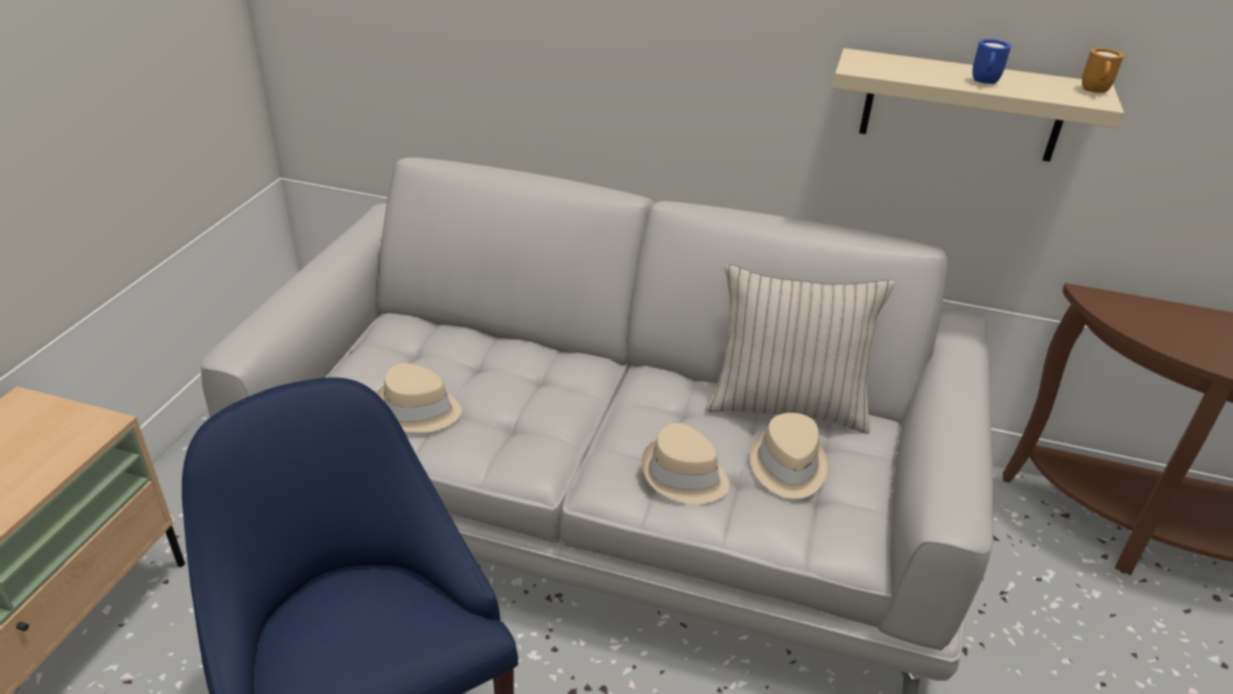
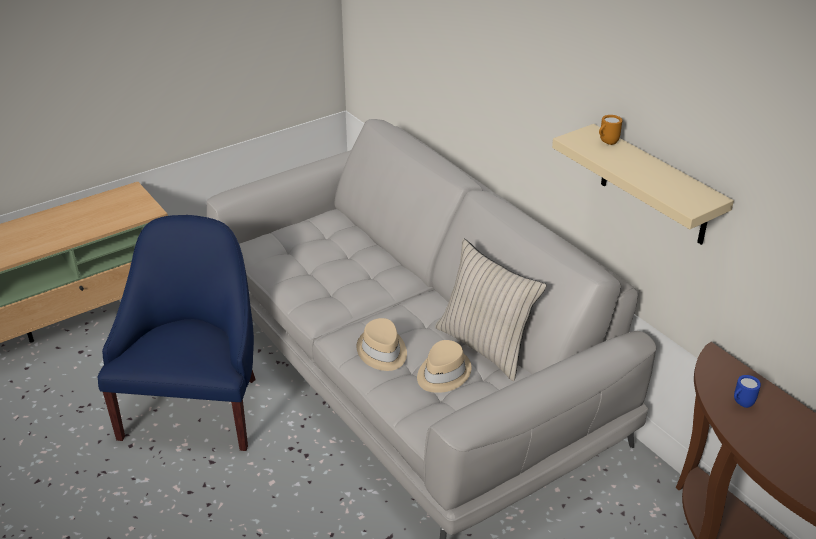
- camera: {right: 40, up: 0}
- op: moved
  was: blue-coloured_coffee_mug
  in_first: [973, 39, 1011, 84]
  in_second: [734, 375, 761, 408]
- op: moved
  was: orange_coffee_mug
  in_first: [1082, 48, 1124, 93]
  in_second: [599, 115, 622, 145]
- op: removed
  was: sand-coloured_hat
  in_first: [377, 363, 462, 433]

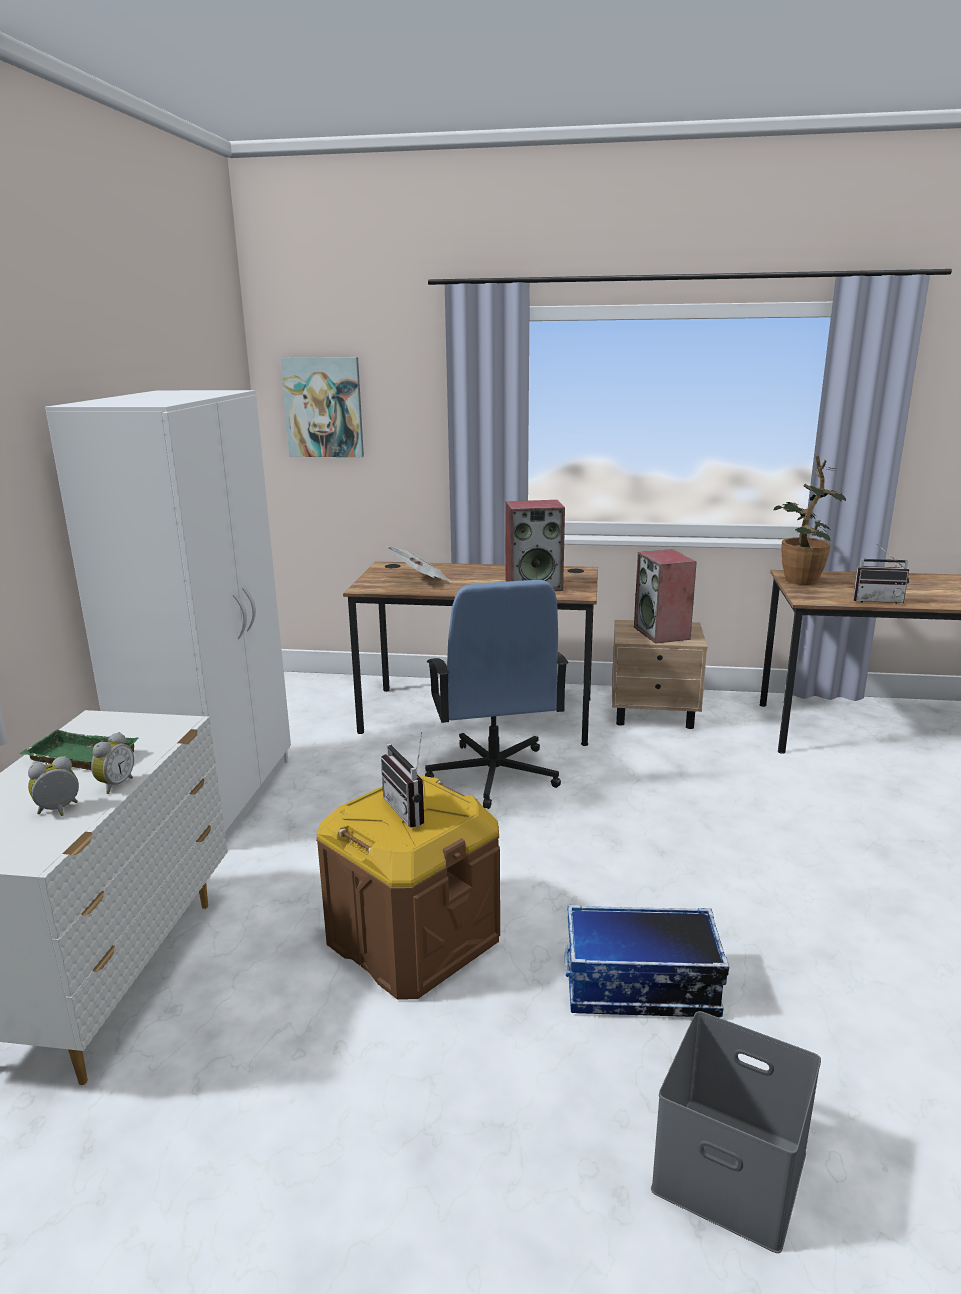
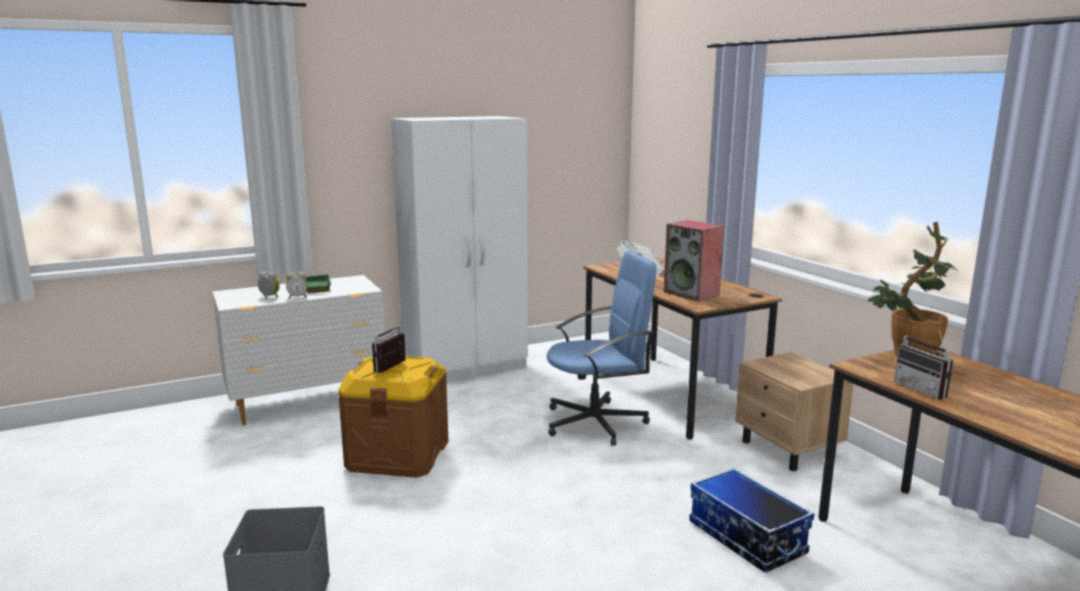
- camera: {right: 55, up: -5}
- op: removed
  was: wall_art
  in_first: [280, 357, 364, 457]
- op: removed
  was: speaker
  in_first: [634, 549, 697, 644]
- op: turned
  was: blue-coloured_office_chair
  in_first: [425, 580, 569, 809]
  in_second: [547, 250, 656, 446]
  clockwise: -150
- op: moved
  was: storage_bin
  in_first: [565, 905, 729, 1018]
  in_second: [689, 468, 815, 573]

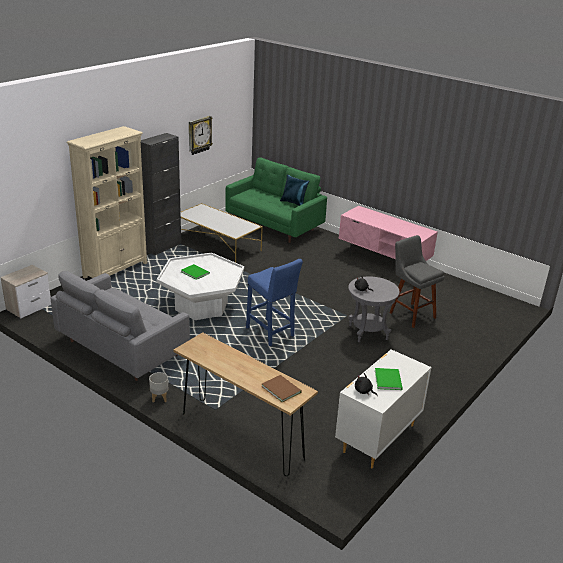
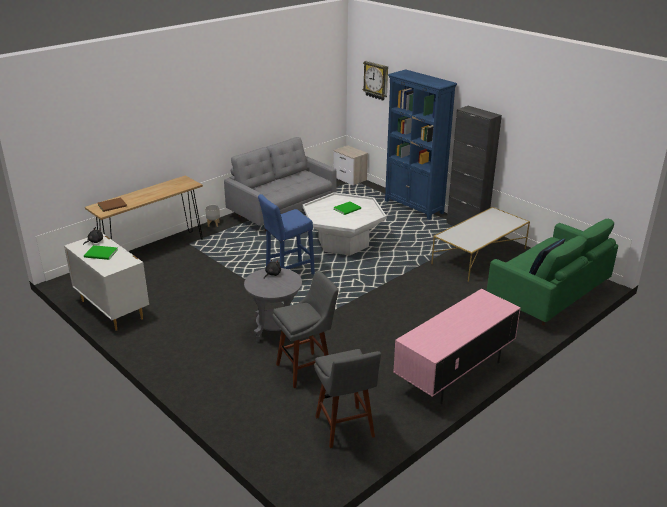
- camera: {right: 100, up: 0}
- op: moved
  was: hanging_clock
  in_first: [189, 116, 213, 155]
  in_second: [363, 61, 388, 101]
- op: recoloured
  was: sand-coloured_bookcase
  now: blue-coloured_bookcase
  in_first: [67, 126, 147, 278]
  in_second: [385, 69, 457, 220]
- op: added
  now: grey_sitting_stool
  in_second: [314, 349, 381, 448]

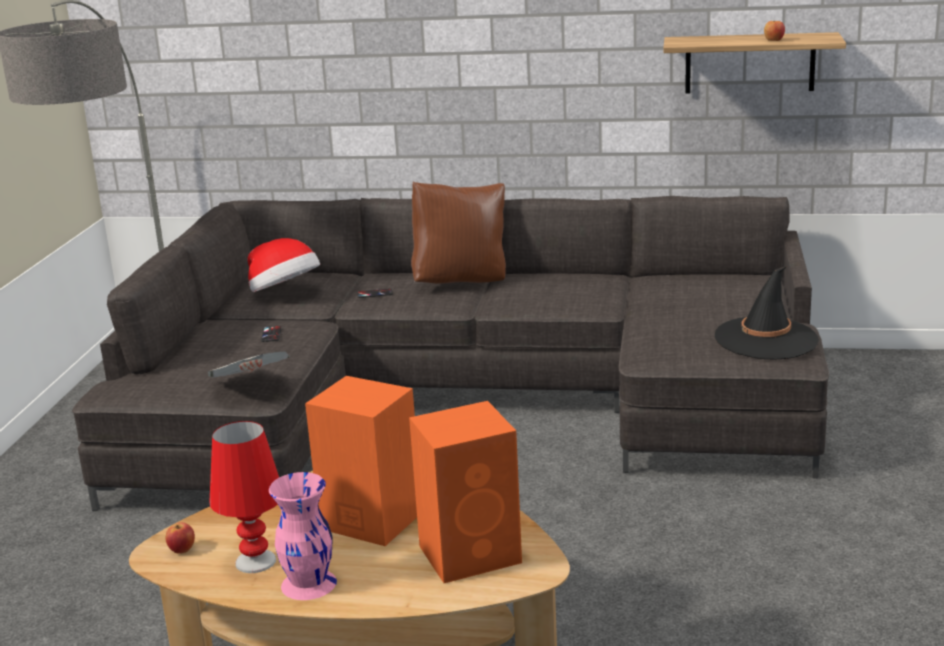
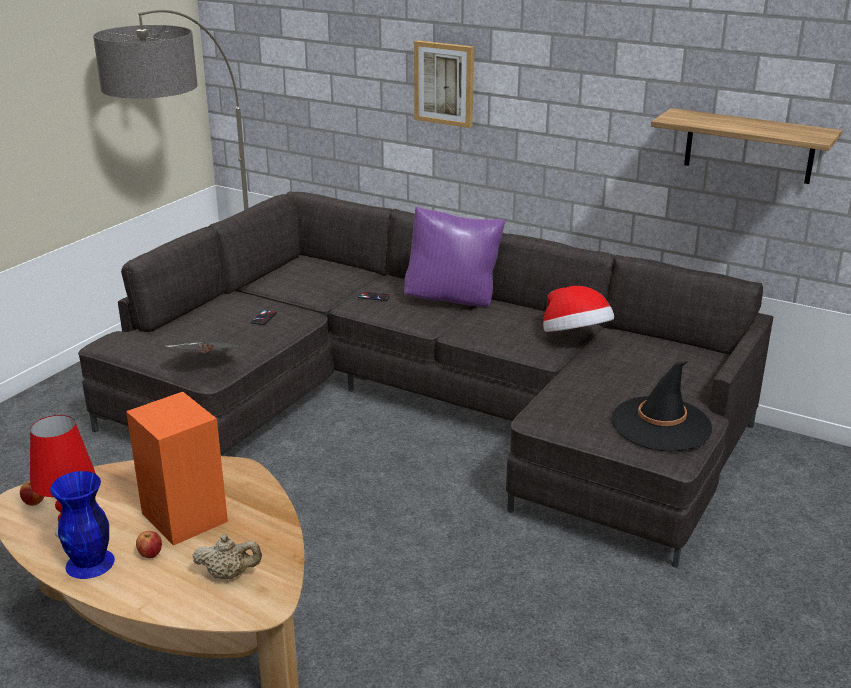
- camera: {right: 20, up: 5}
- op: moved
  was: apple
  in_first: [764, 21, 785, 41]
  in_second: [136, 531, 162, 558]
- op: recoloured
  was: brown-coloured_throw_pillow
  now: purple_throw_pillow
  in_first: [411, 182, 506, 284]
  in_second: [404, 207, 506, 307]
- op: moved
  was: hat
  in_first: [248, 238, 320, 292]
  in_second: [543, 286, 614, 332]
- op: replaced
  was: orange_speaker
  now: sand-coloured_teapot
  in_first: [409, 401, 522, 583]
  in_second: [193, 535, 262, 579]
- op: recoloured
  was: pinkish_decorative_vase
  now: blue-coloured_decorative_vase
  in_first: [269, 472, 337, 600]
  in_second: [50, 471, 115, 579]
- op: added
  now: wall_art
  in_second: [414, 40, 474, 128]

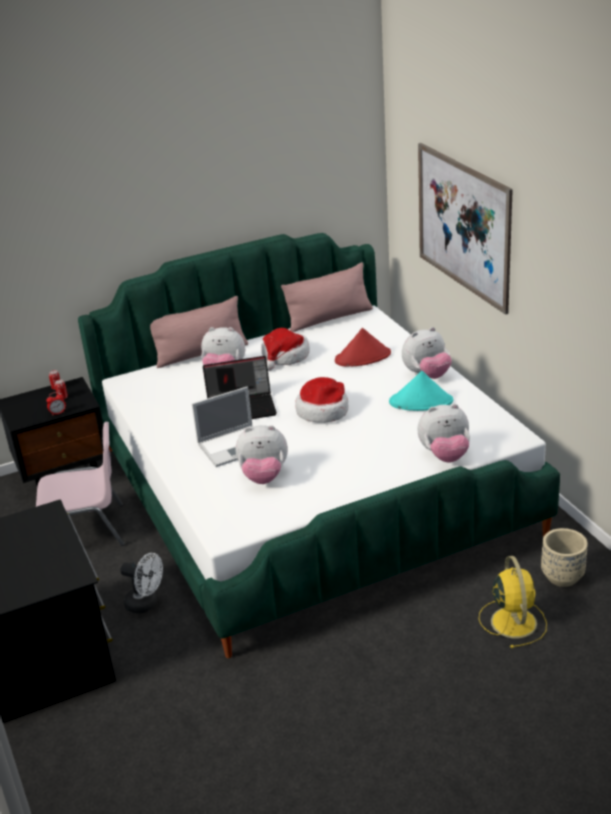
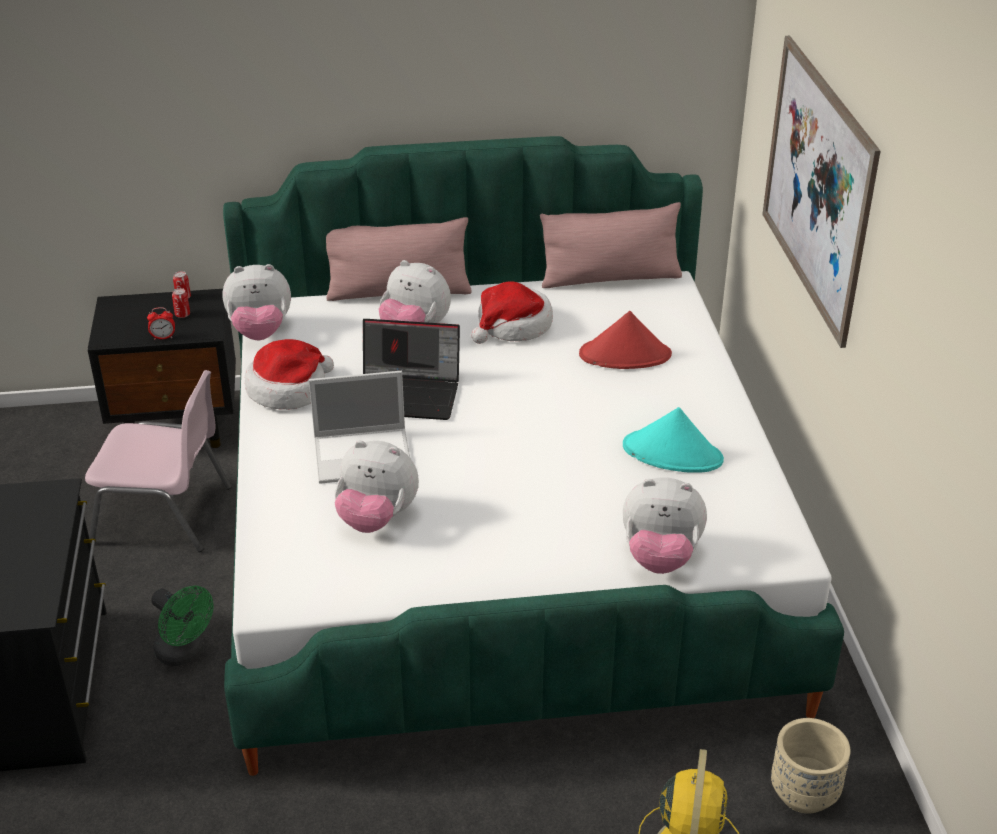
- camera: {right: 15, up: 5}
- op: moved
  was: plush_toy
  in_first: [402, 327, 452, 379]
  in_second: [222, 264, 291, 340]
- op: moved
  was: hat
  in_first: [295, 377, 348, 423]
  in_second: [245, 339, 334, 410]
- op: recoloured
  was: white_cooling_fan
  now: greenish_cooling_fan
  in_first: [121, 553, 163, 613]
  in_second: [151, 586, 214, 666]

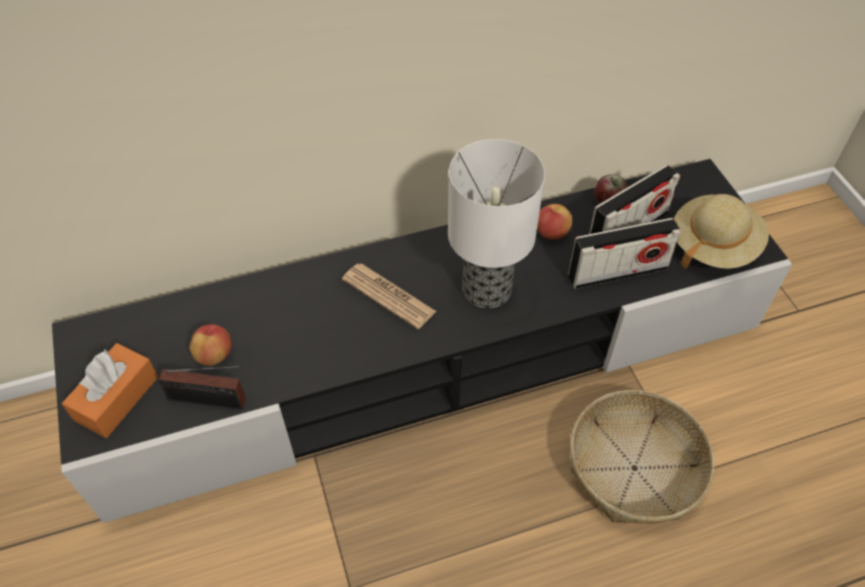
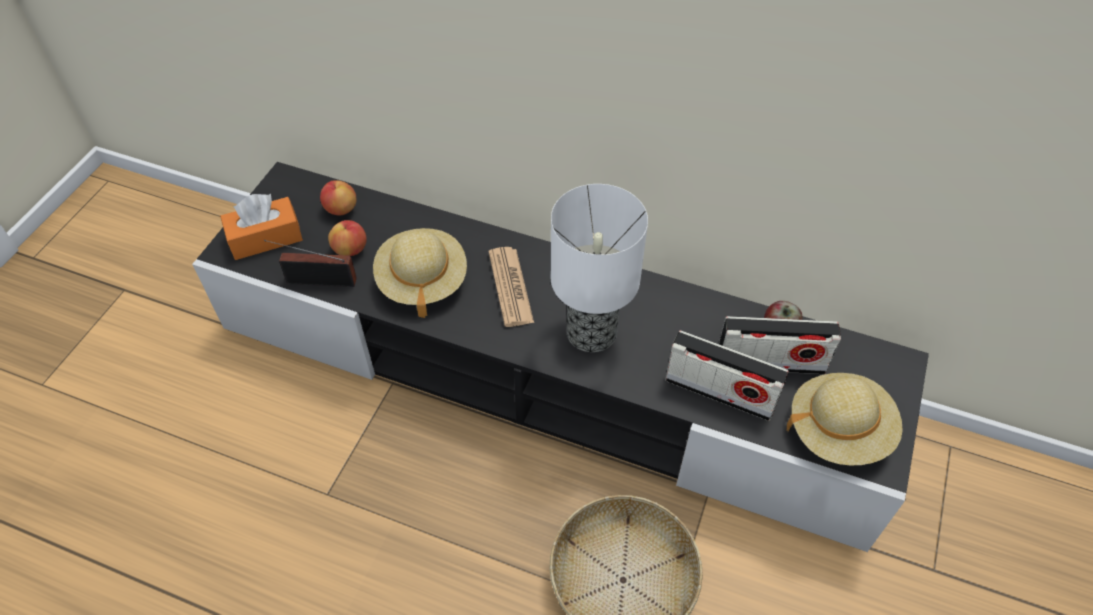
- camera: {right: 40, up: 0}
- op: moved
  was: apple
  in_first: [537, 204, 572, 240]
  in_second: [320, 180, 356, 216]
- op: turned
  was: radio_set
  in_first: [158, 366, 246, 410]
  in_second: [264, 240, 357, 287]
  clockwise: 135
- op: added
  now: sand-coloured_hat
  in_second: [373, 228, 467, 318]

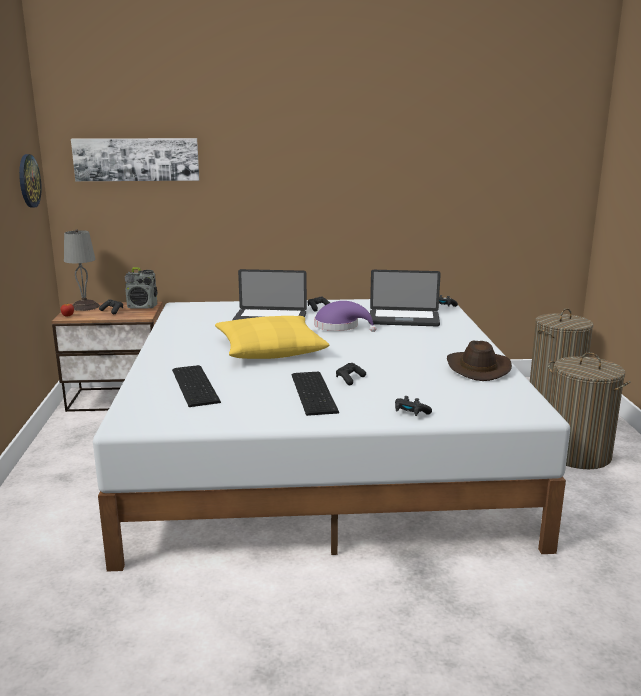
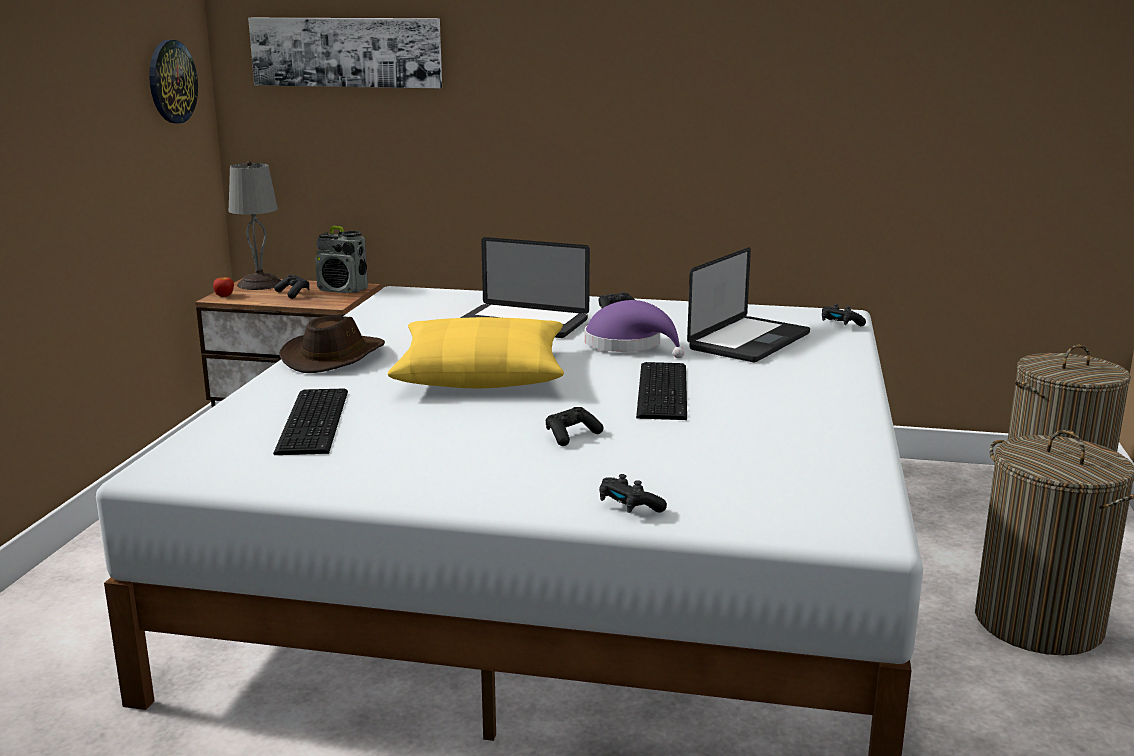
- camera: {right: 15, up: 0}
- op: turned
  was: portable_computer
  in_first: [369, 270, 441, 326]
  in_second: [687, 247, 810, 362]
  clockwise: -75
- op: moved
  was: brown-coloured_hat
  in_first: [447, 341, 512, 381]
  in_second: [279, 315, 385, 373]
- op: moved
  was: keyboard
  in_first: [292, 372, 339, 416]
  in_second: [636, 362, 687, 420]

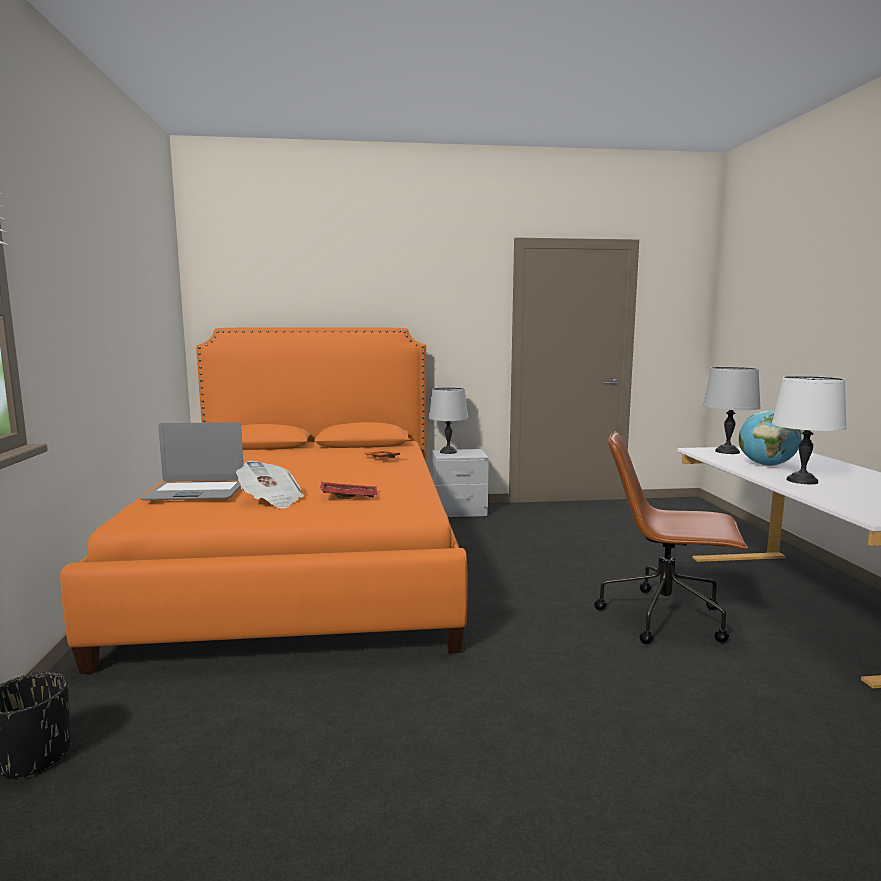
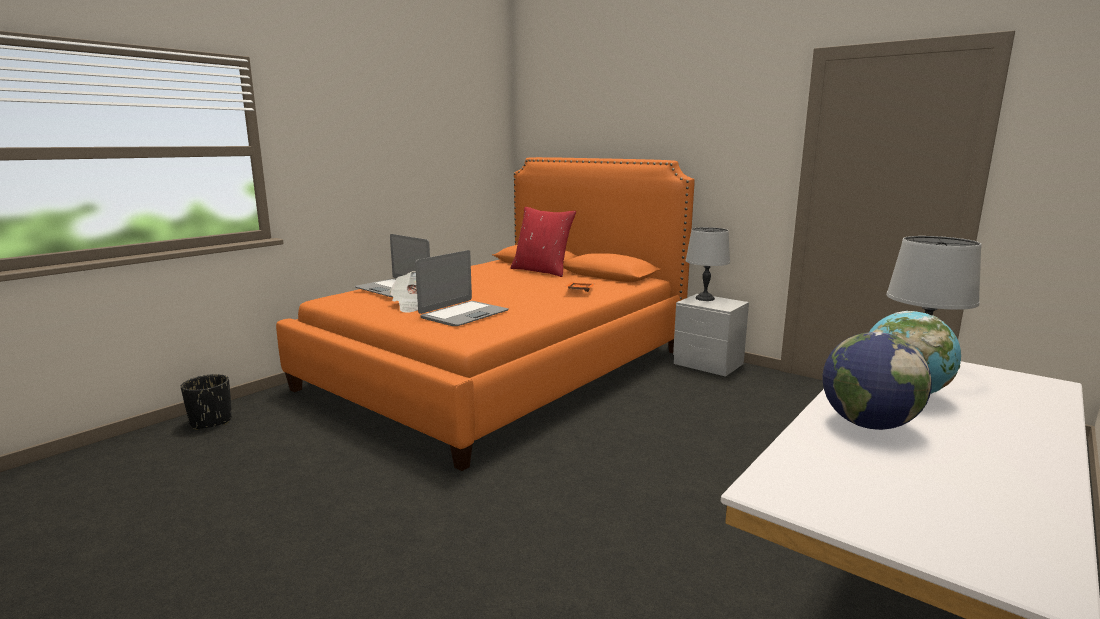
- camera: {right: 45, up: 5}
- op: replaced
  was: white_tabletop_lamp
  now: globe
  in_first: [772, 376, 847, 484]
  in_second: [823, 332, 932, 430]
- op: removed
  was: brown-coloured_office_chair
  in_first: [594, 431, 748, 644]
- op: replaced
  was: red-coloured_tray
  now: portable_computer
  in_first: [320, 482, 377, 499]
  in_second: [415, 250, 509, 326]
- op: added
  now: red-coloured_throw_pillow
  in_second: [511, 207, 576, 277]

